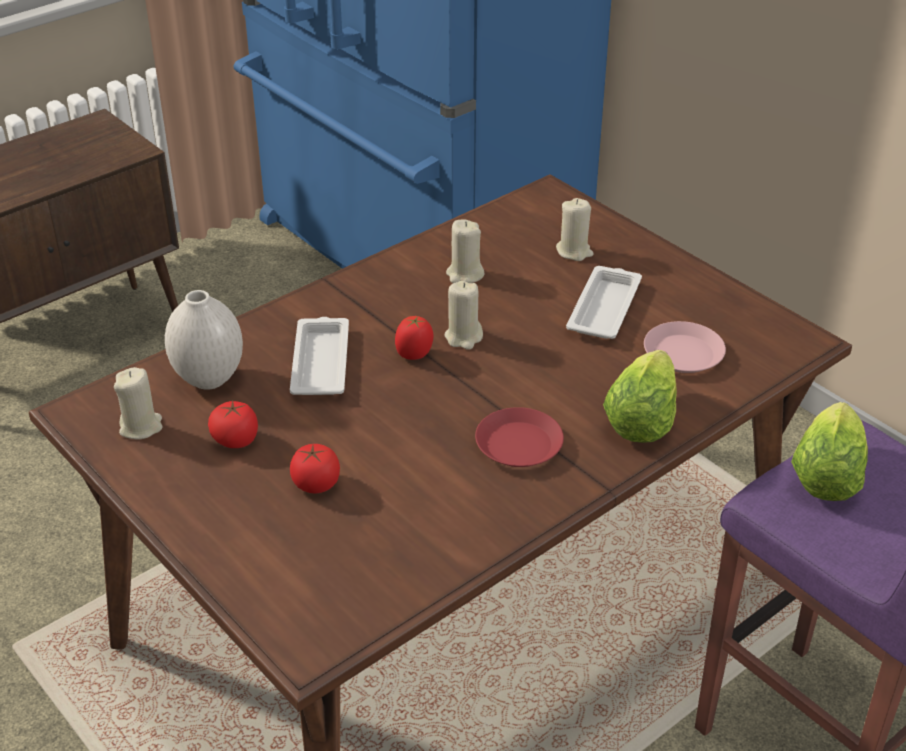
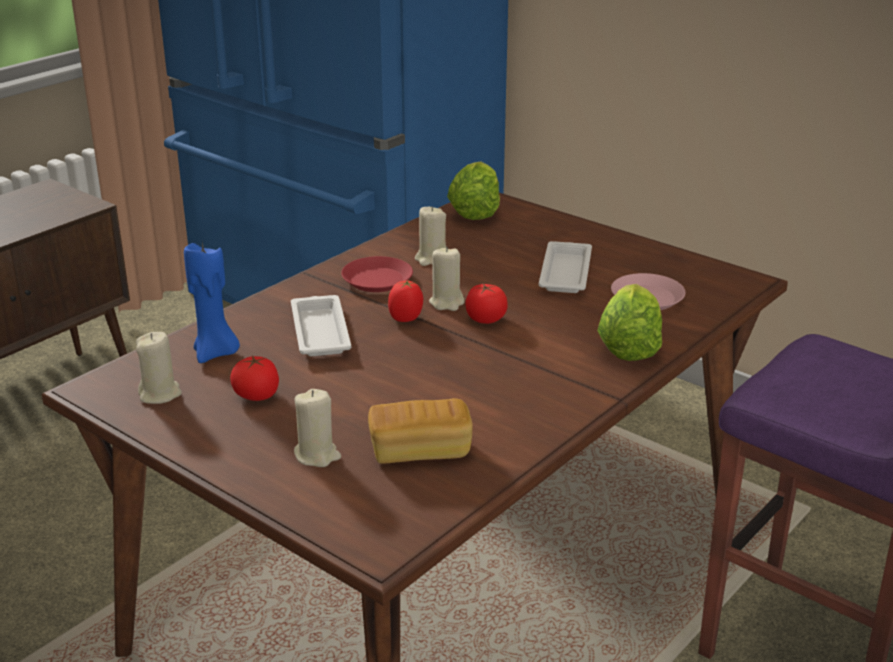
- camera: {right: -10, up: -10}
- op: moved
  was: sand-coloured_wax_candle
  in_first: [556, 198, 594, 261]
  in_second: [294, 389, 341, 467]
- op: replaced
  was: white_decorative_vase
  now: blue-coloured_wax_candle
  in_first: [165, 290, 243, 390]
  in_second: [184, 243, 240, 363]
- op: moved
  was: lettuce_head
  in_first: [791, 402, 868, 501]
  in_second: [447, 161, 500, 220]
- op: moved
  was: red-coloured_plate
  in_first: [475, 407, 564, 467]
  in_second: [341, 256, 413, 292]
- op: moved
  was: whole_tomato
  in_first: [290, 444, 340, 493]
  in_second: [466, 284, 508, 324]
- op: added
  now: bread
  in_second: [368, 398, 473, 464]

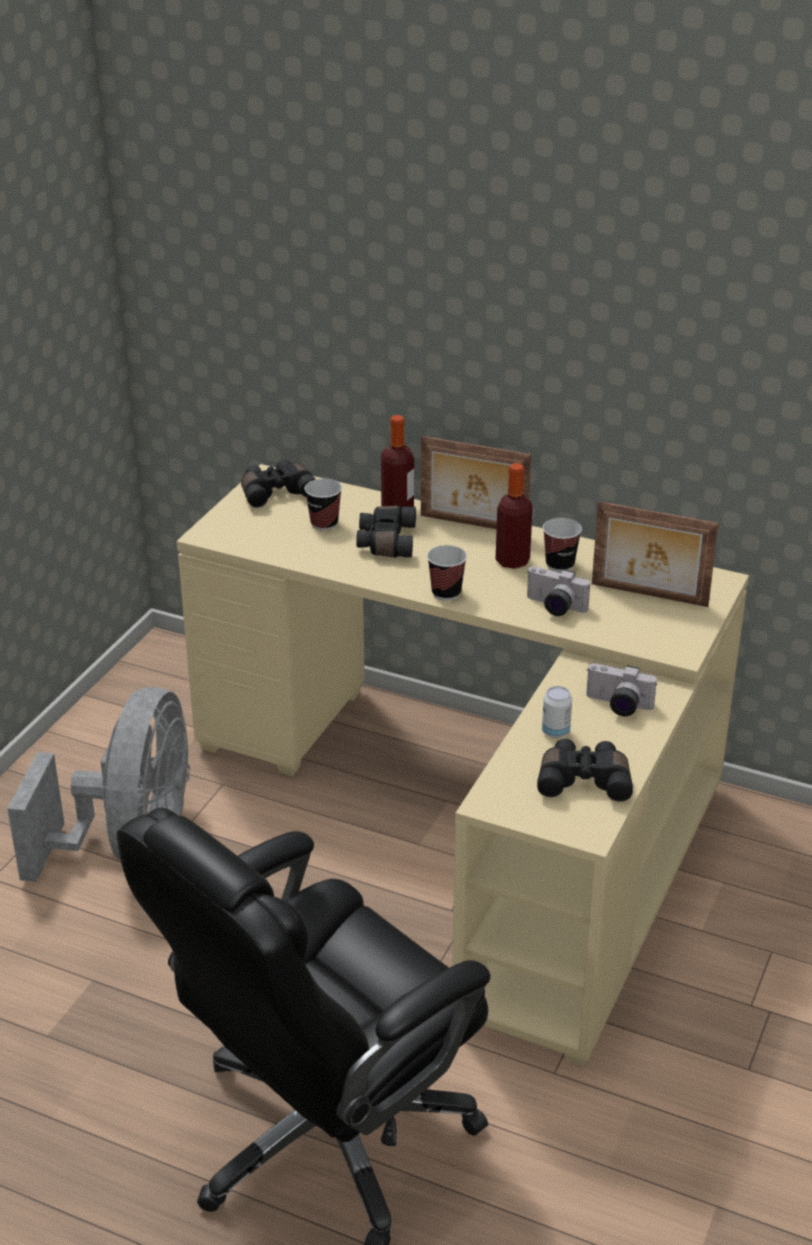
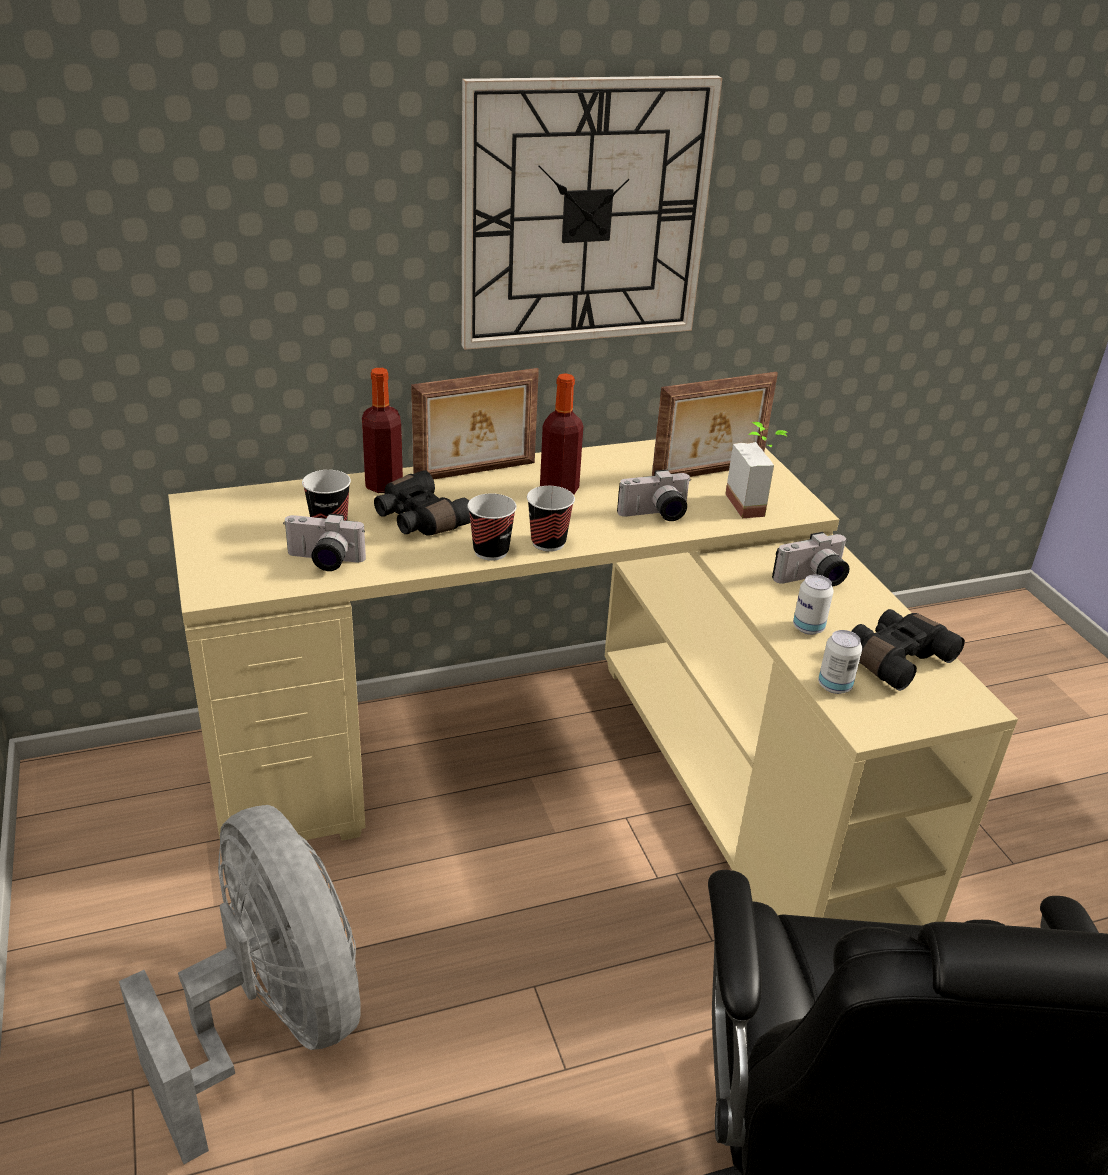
- camera: {right: -45, up: 0}
- op: removed
  was: blackish_field_glasses
  in_first: [241, 460, 316, 508]
- op: moved
  was: cup
  in_first: [543, 518, 582, 572]
  in_second: [468, 493, 517, 561]
- op: added
  now: hanging_clock
  in_second: [462, 76, 722, 350]
- op: added
  now: plant_in_a_pot
  in_second: [725, 422, 788, 518]
- op: added
  now: still_camera
  in_second: [283, 513, 366, 571]
- op: added
  now: metal_can
  in_second: [818, 630, 862, 694]

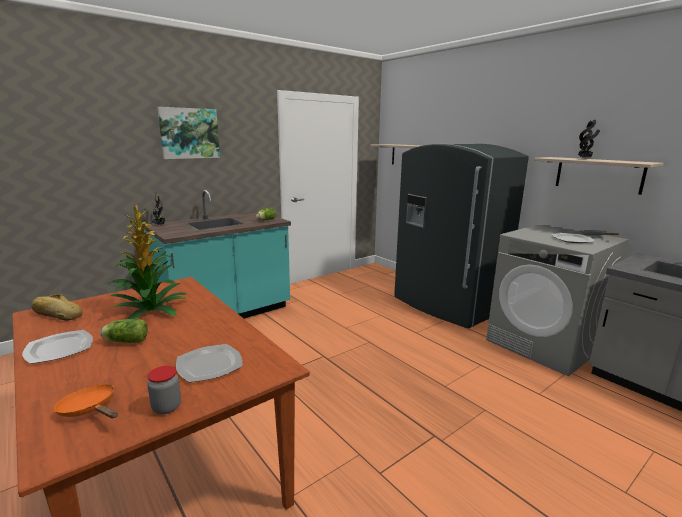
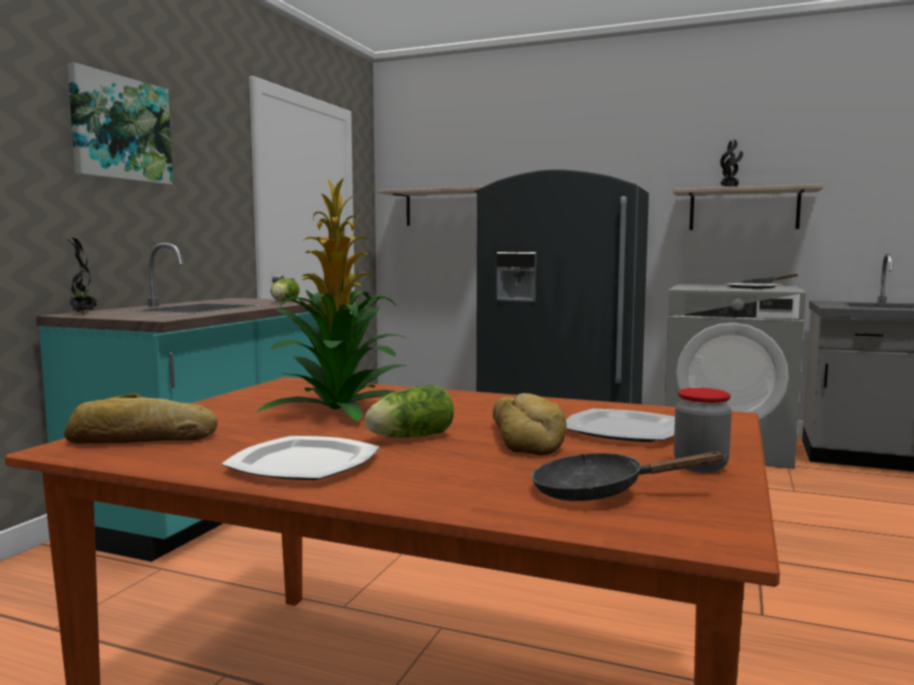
- camera: {right: -30, up: -10}
- op: recoloured
  was: orange_skillet
  now: blackish_skillet
  in_first: [54, 384, 118, 419]
  in_second: [531, 452, 726, 501]
- op: added
  now: bread
  in_second: [493, 393, 566, 456]

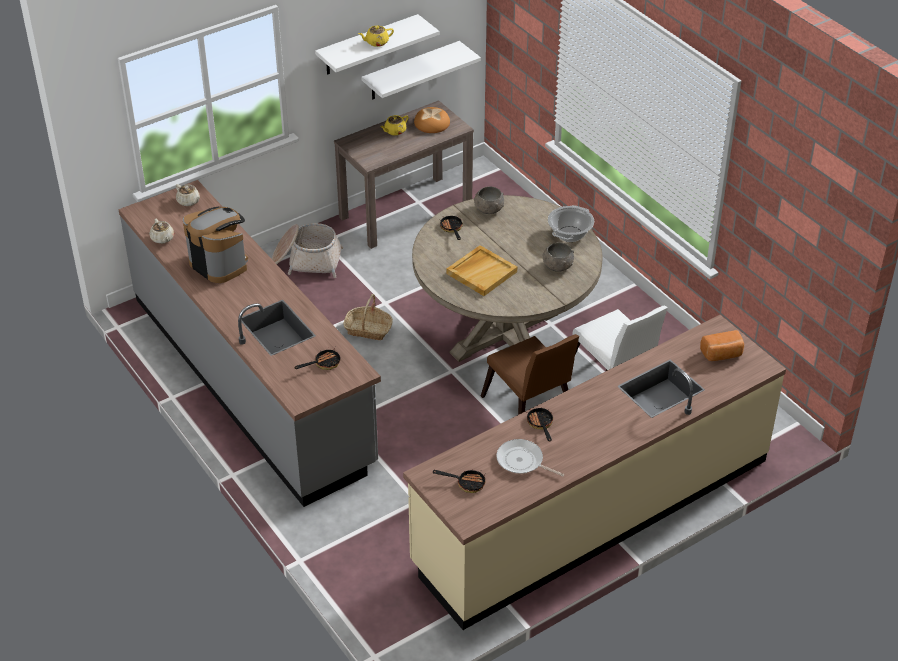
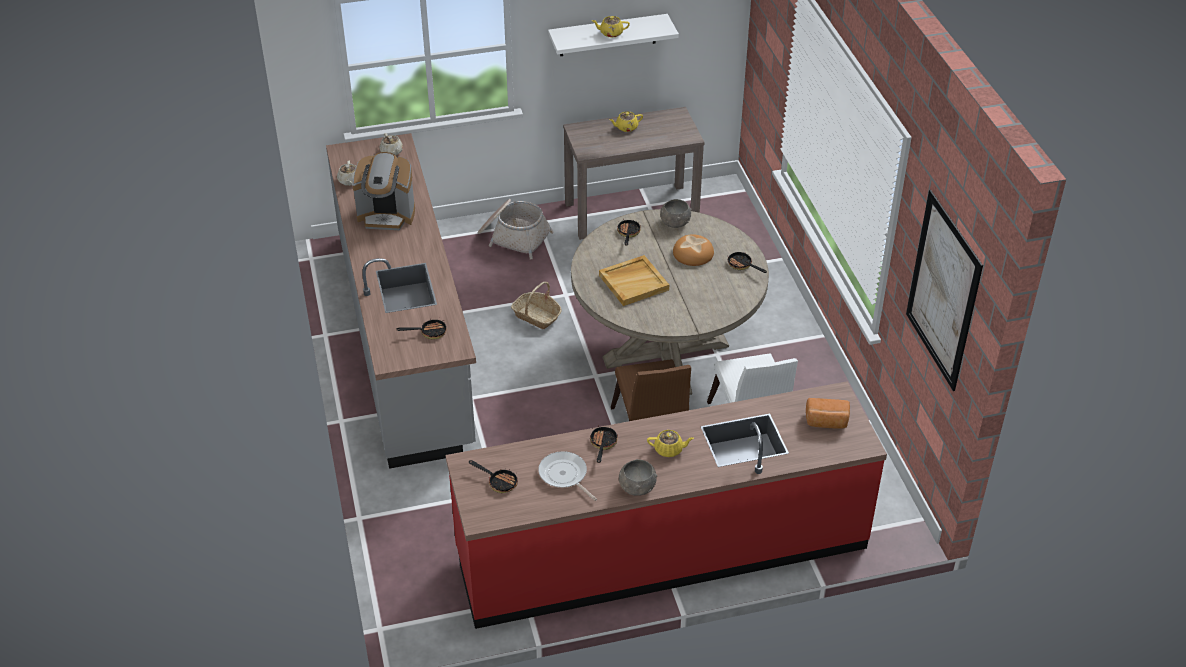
- camera: {right: 20, up: 0}
- op: removed
  was: white_wall_shelf
  in_first: [361, 41, 481, 99]
- op: moved
  was: bread
  in_first: [414, 107, 450, 133]
  in_second: [673, 234, 714, 266]
- op: replaced
  was: cooking_pot
  now: skillet
  in_first: [548, 205, 594, 242]
  in_second: [727, 252, 767, 273]
- op: turned
  was: coffee_brewer
  in_first: [183, 207, 248, 283]
  in_second: [353, 152, 415, 230]
  clockwise: 120
- op: moved
  was: grey_deep_dish
  in_first: [543, 243, 574, 272]
  in_second: [619, 459, 657, 496]
- op: recoloured
  was: sand-coloured_kitchen_counter
  now: red-coloured_kitchen_counter
  in_first: [403, 315, 786, 630]
  in_second: [446, 381, 887, 629]
- op: added
  now: wall_art
  in_second: [906, 190, 983, 391]
- op: added
  now: yellow_teapot
  in_second: [647, 430, 694, 457]

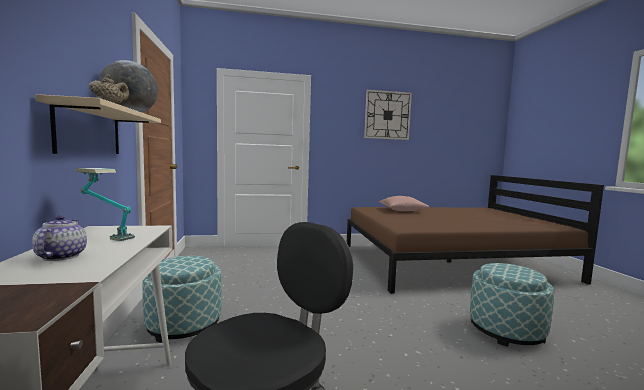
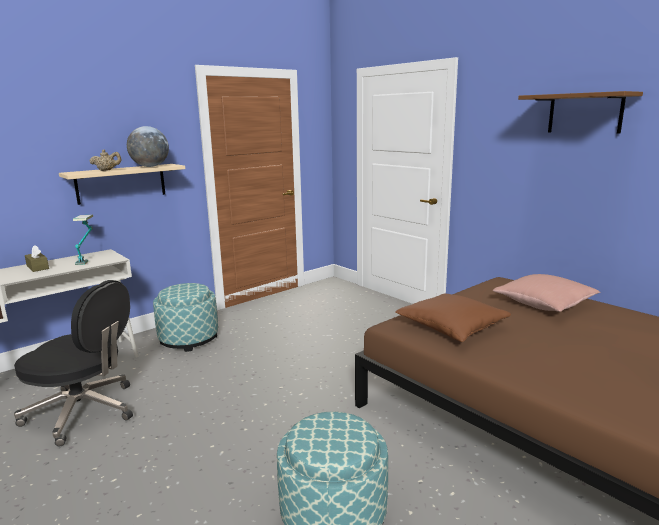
- camera: {right: 60, up: 10}
- op: replaced
  was: hanging_clock
  now: brown-coloured_wall_shelf
  in_first: [364, 90, 412, 140]
  in_second: [518, 91, 643, 134]
- op: replaced
  was: teapot
  now: brown-coloured_box_of_tissues
  in_first: [32, 215, 87, 261]
  in_second: [25, 245, 49, 272]
- op: added
  now: brown-coloured_throw_pillow
  in_second: [395, 293, 511, 342]

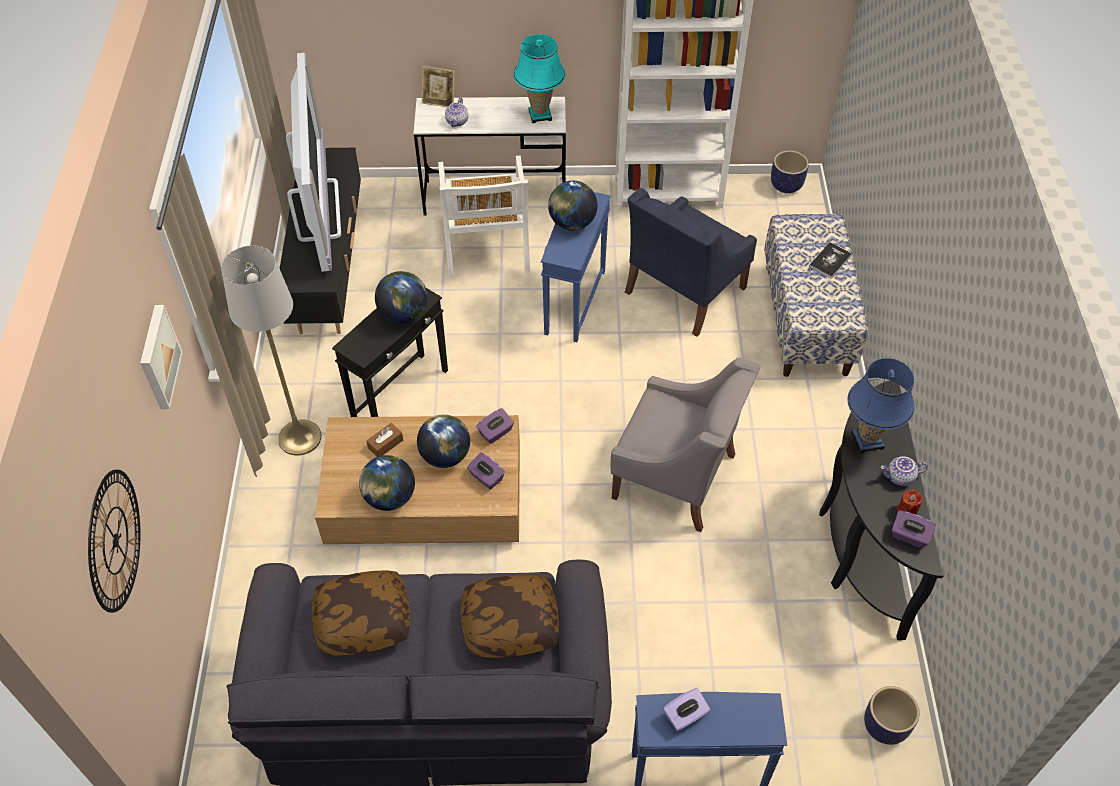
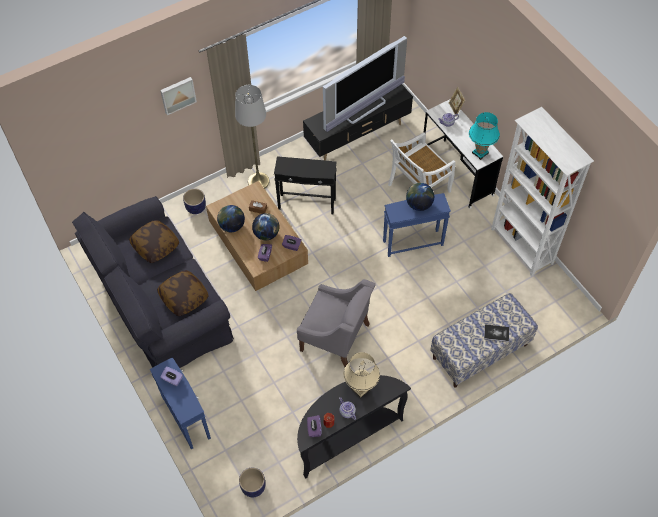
- camera: {right: 60, up: 5}
- op: moved
  was: plant_pot
  in_first: [771, 150, 809, 193]
  in_second: [183, 189, 206, 214]
- op: removed
  was: blue-coloured_lounge_chair
  in_first: [625, 188, 757, 337]
- op: removed
  was: globe
  in_first: [375, 271, 428, 324]
- op: turned
  was: grey_lounge_chair
  in_first: [610, 357, 760, 532]
  in_second: [297, 279, 376, 367]
  clockwise: -60
- op: recoloured
  was: blue-coloured_tabletop_lamp
  now: sand-coloured_tabletop_lamp
  in_first: [847, 358, 915, 453]
  in_second: [344, 352, 380, 399]
- op: removed
  was: hanging_clock
  in_first: [88, 470, 140, 613]

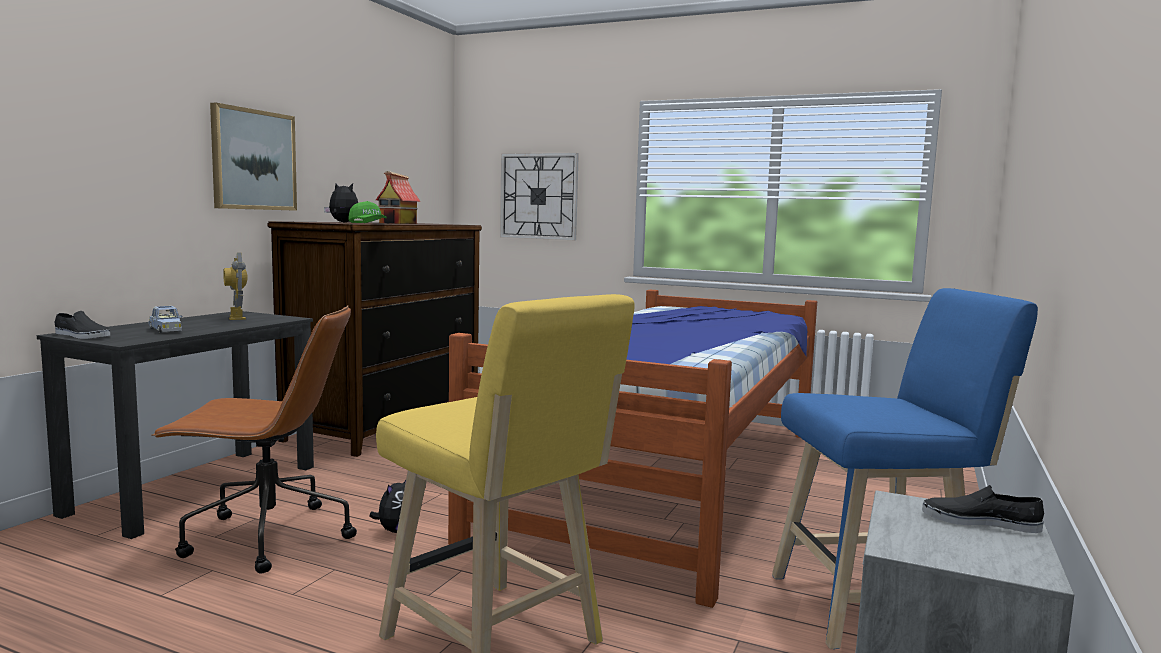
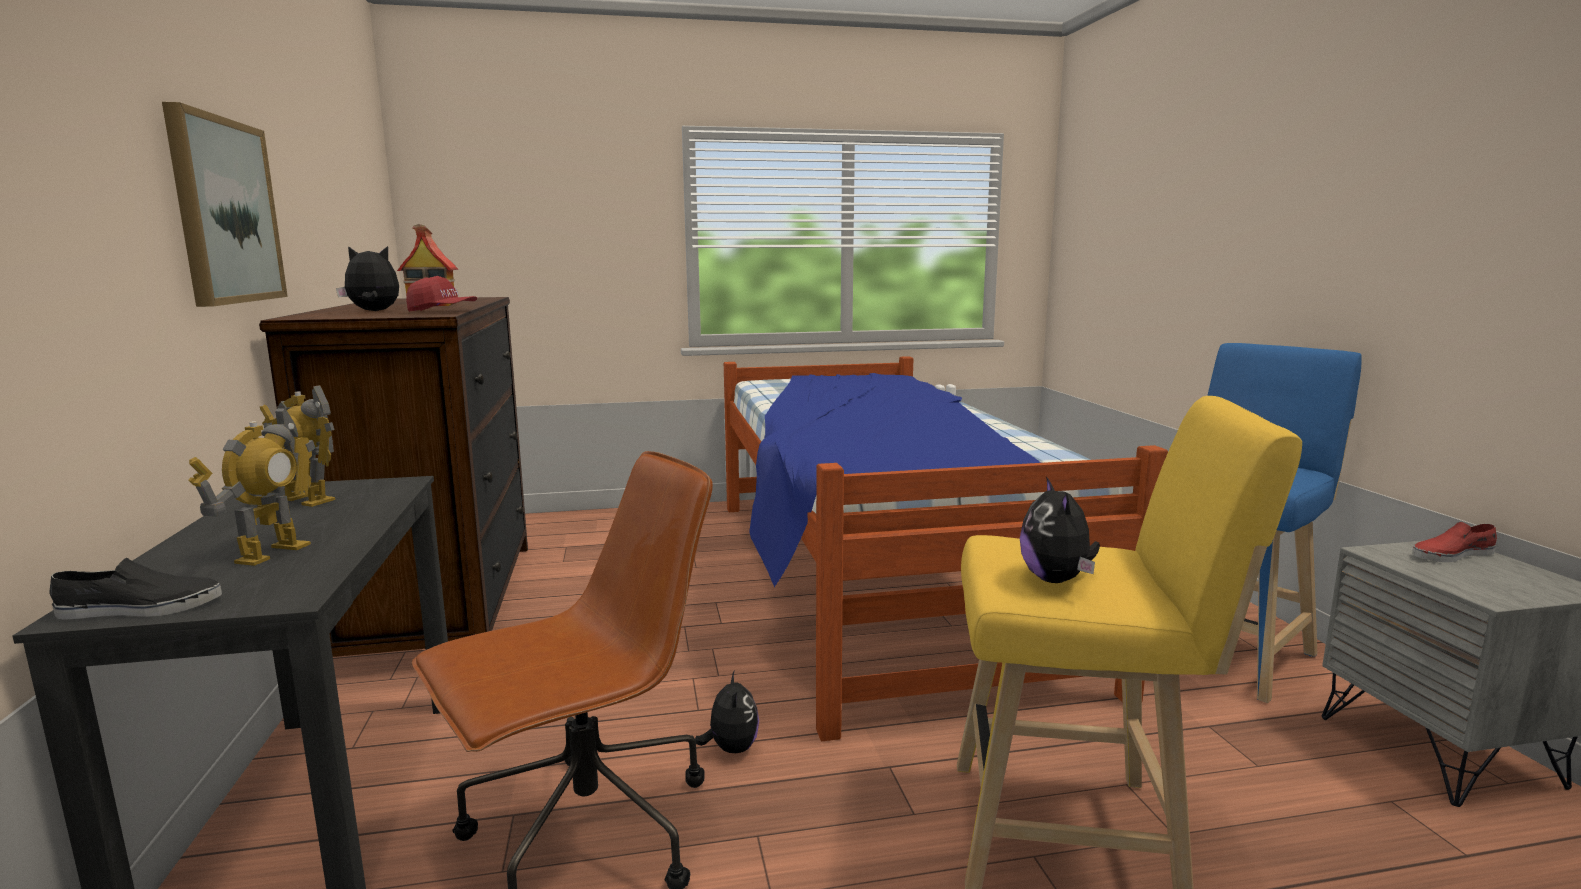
- camera: {right: -35, up: 5}
- op: removed
  was: hanging_clock
  in_first: [500, 153, 579, 240]
- op: recoloured
  was: greenish_baseball_cap
  now: red-coloured_baseball_cap
  in_first: [348, 201, 387, 223]
  in_second: [406, 276, 477, 312]
- op: replaced
  was: blue-coloured_toy_car
  now: model_robot
  in_first: [148, 306, 183, 333]
  in_second: [188, 406, 315, 566]
- op: recoloured
  was: blackish_low_shoe
  now: red-coloured_low_shoe
  in_first: [922, 485, 1044, 533]
  in_second: [1412, 522, 1497, 562]
- op: added
  now: plush_toy
  in_second: [1020, 476, 1100, 583]

